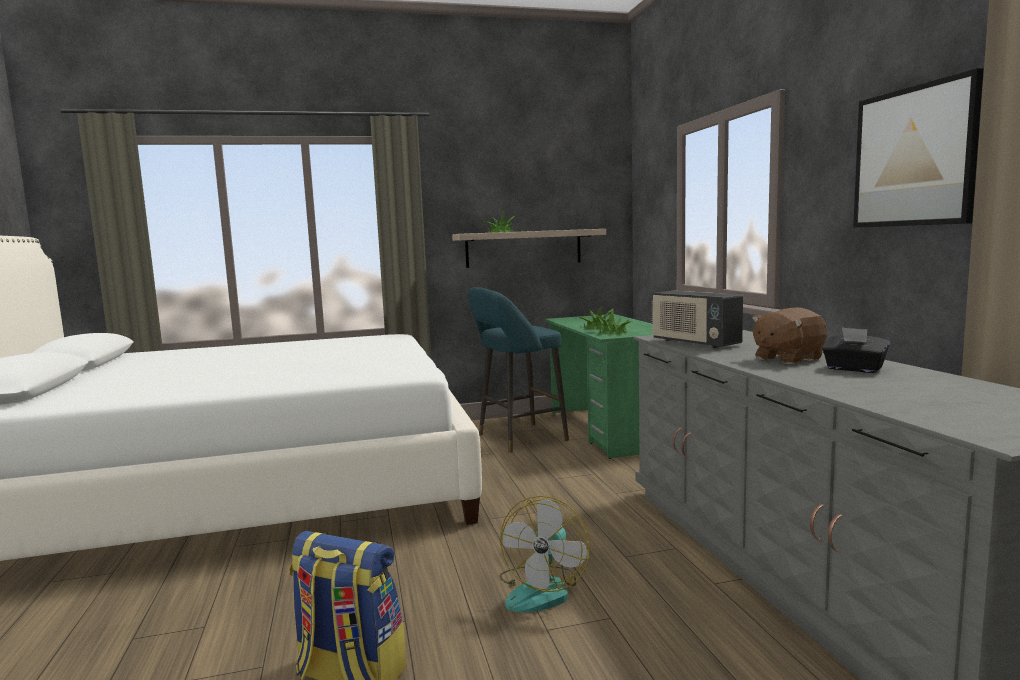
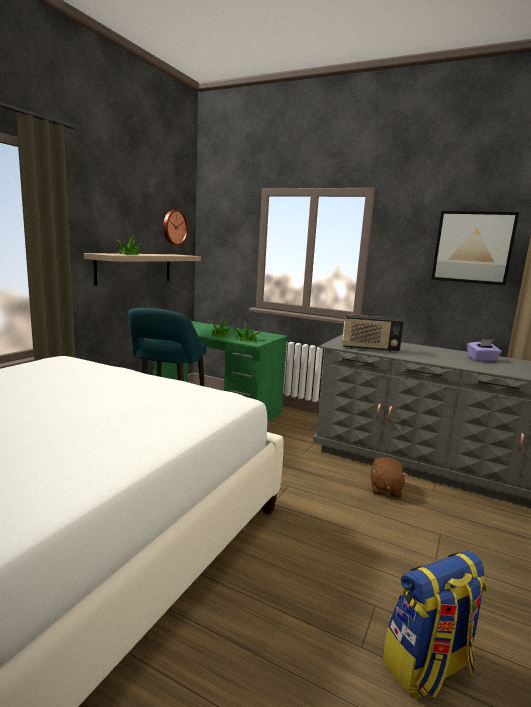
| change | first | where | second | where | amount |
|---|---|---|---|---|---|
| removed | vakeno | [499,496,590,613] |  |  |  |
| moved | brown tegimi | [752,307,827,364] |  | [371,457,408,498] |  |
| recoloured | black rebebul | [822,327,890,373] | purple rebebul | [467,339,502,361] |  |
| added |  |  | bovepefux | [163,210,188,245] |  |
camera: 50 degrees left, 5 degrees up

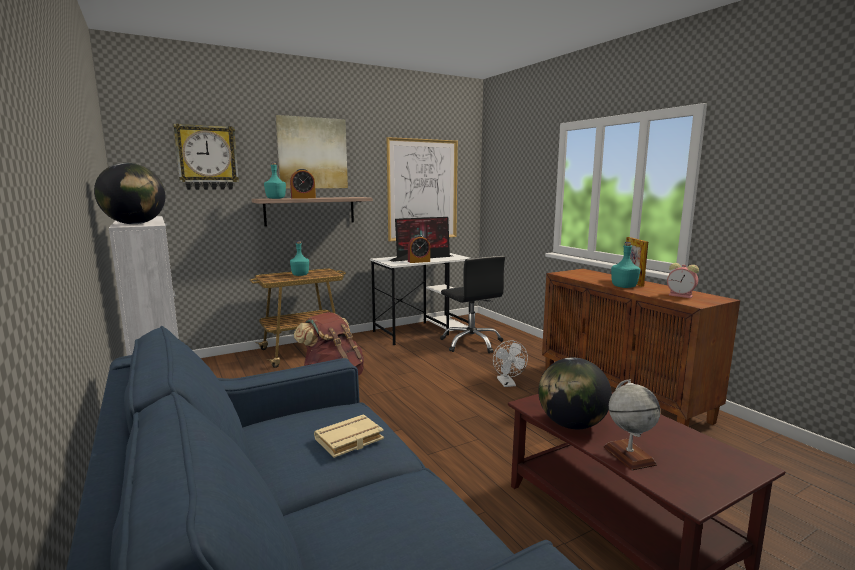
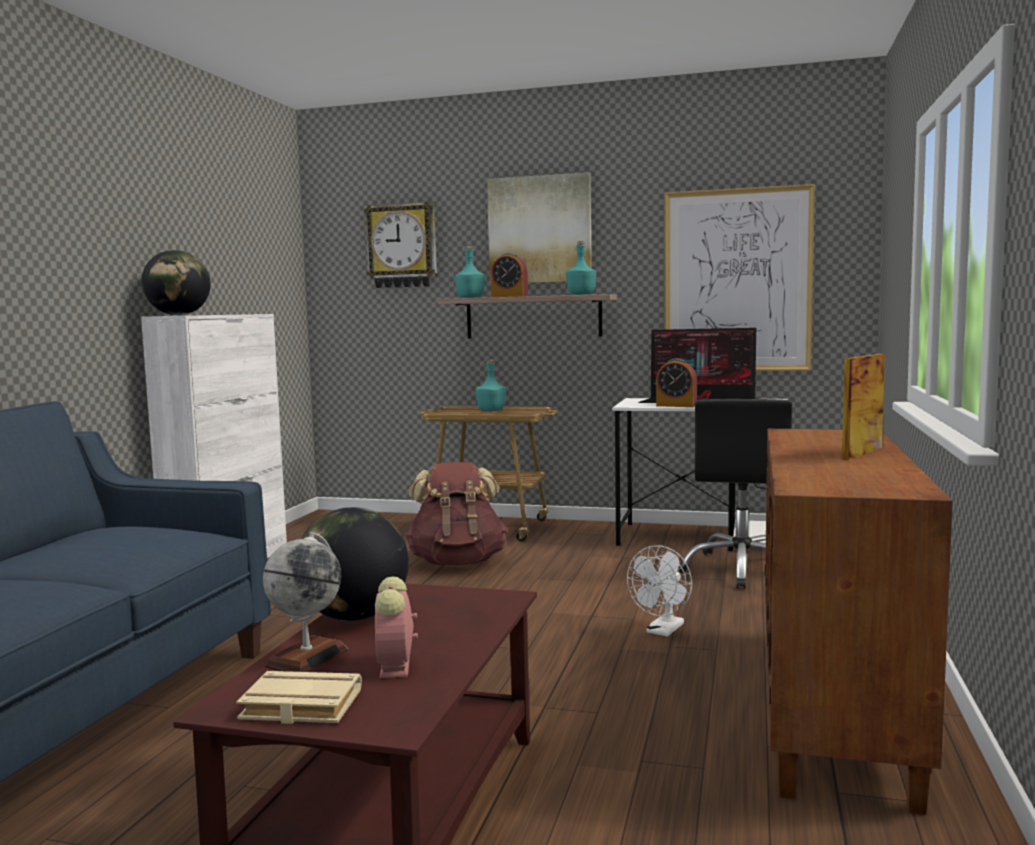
| change | first | where | second | where | amount |
|---|---|---|---|---|---|
| moved | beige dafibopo | [314,414,384,458] |  | [236,671,362,724] |  |
| moved | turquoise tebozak | [611,242,641,288] |  | [566,241,596,295] |  |
| moved | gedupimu | [667,263,699,298] |  | [375,577,418,679] |  |
camera: 45 degrees right, 5 degrees down

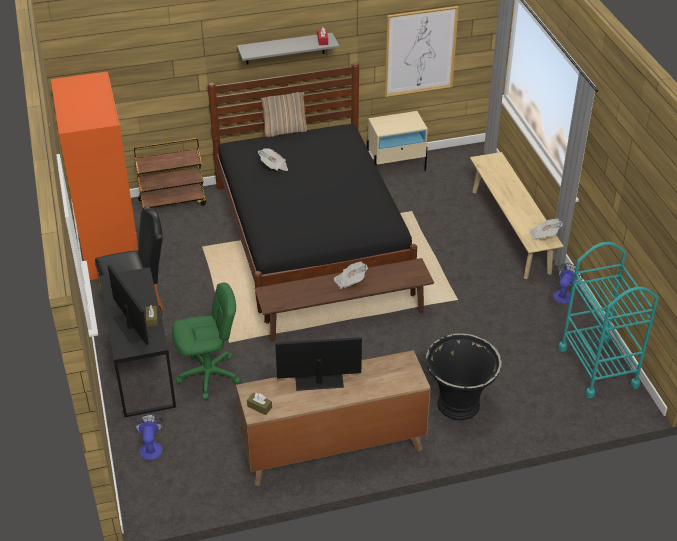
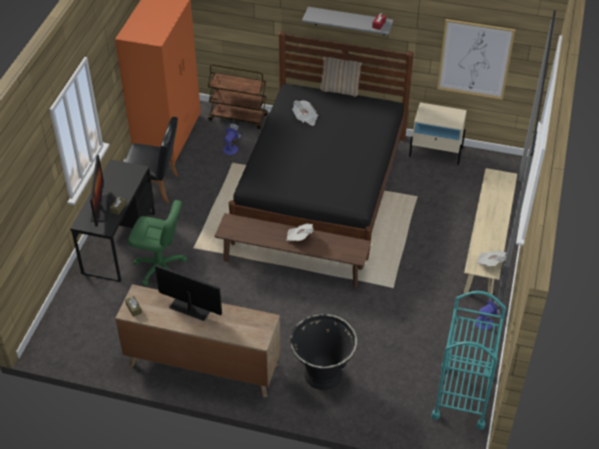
| change | first | where | second | where | amount |
|---|---|---|---|---|---|
| moved | vakeno | [133,414,164,460] |  | [223,123,243,155] |  |
camera: 30 degrees right, 5 degrees up

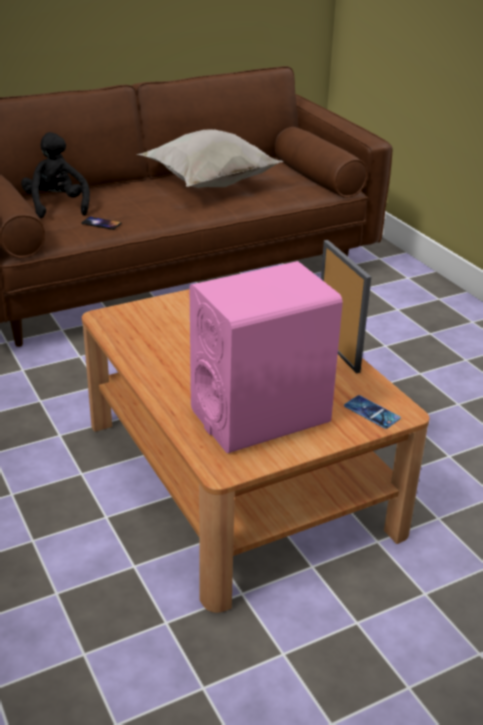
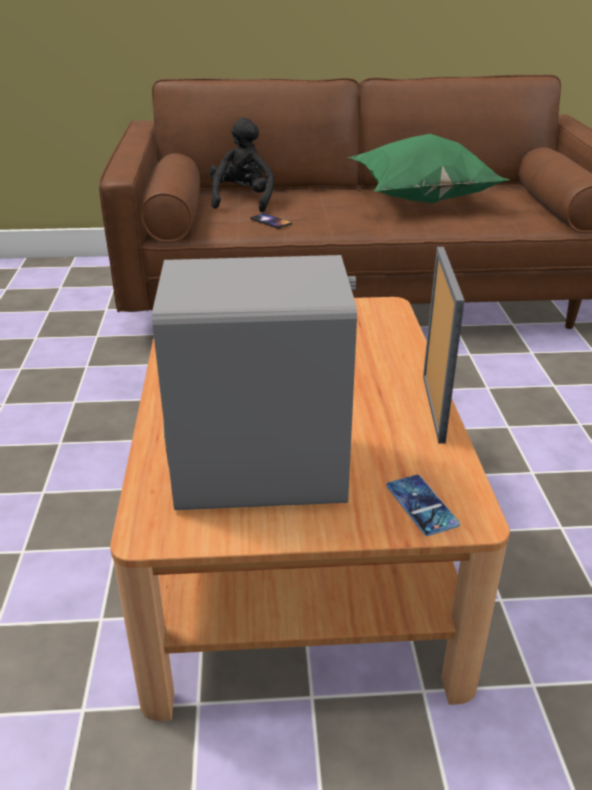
| change | first | where | second | where | amount |
|---|---|---|---|---|---|
| recoloured | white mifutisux | [137,129,284,188] | green mifutisux | [348,134,510,203] |  |
| recoloured | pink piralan | [190,261,343,453] | grey piralan | [152,255,357,510] |  |
camera: 25 degrees right, 0 degrees up

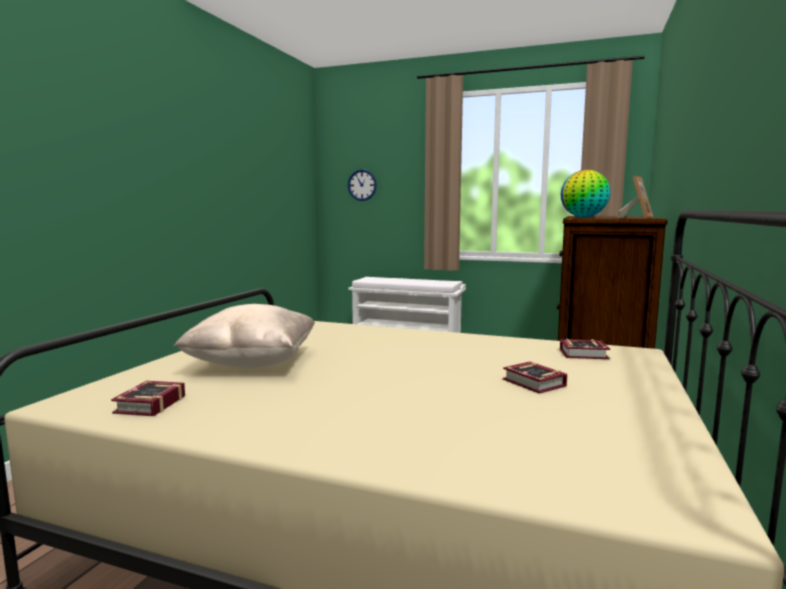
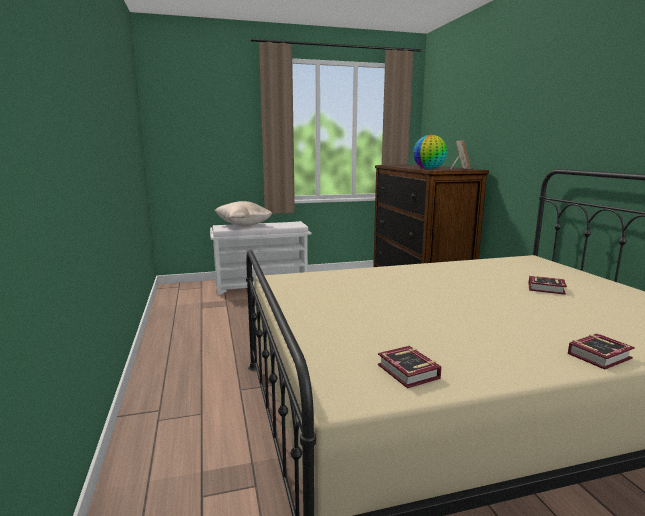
| change | first | where | second | where | amount |
|---|---|---|---|---|---|
| moved | beige mifutisux | [174,304,315,368] |  | [215,201,273,226] |  |
| removed | bovepefux | [348,169,377,201] |  |  |  |
| moved | dafibopo | [560,339,610,359] |  | [568,334,635,370] |  |
camera: 35 degrees left, 5 degrees up

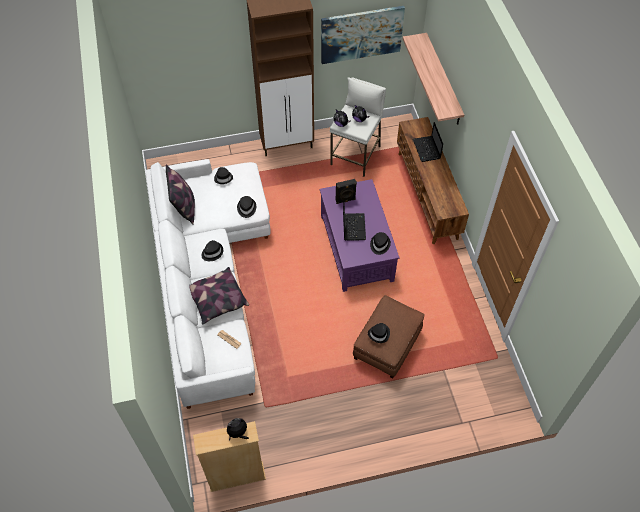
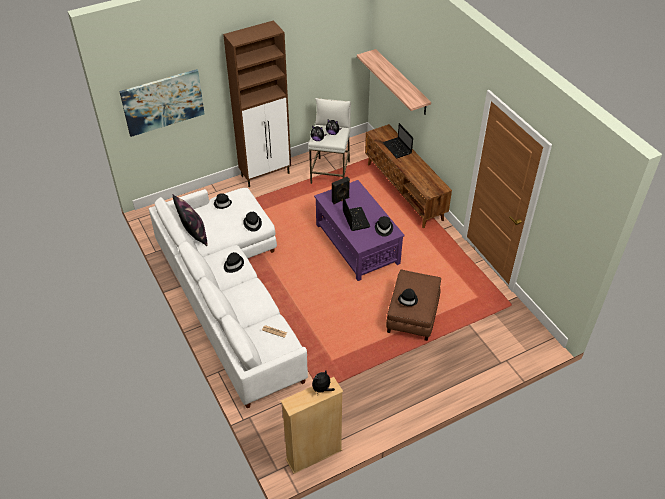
| change | first | where | second | where | amount |
|---|---|---|---|---|---|
| removed | mifutisux | [189,267,249,324] |  |  |  |
| moved | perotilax | [321,6,405,64] |  | [119,69,205,137] |  |
camera: 15 degrees left, 10 degrees down

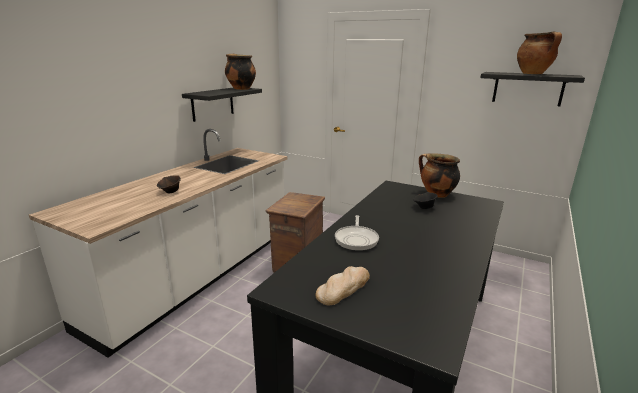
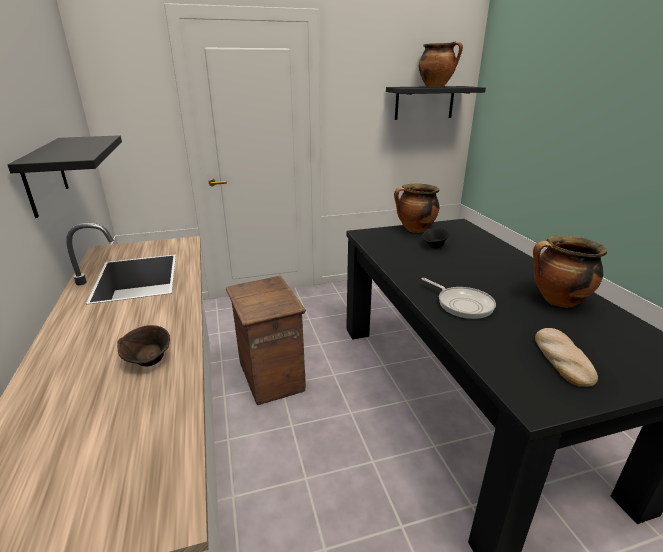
| change | first | where | second | where | amount |
|---|---|---|---|---|---|
| moved | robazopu | [225,54,256,90] |  | [533,235,607,307] |  |
camera: 45 degrees left, 5 degrees up

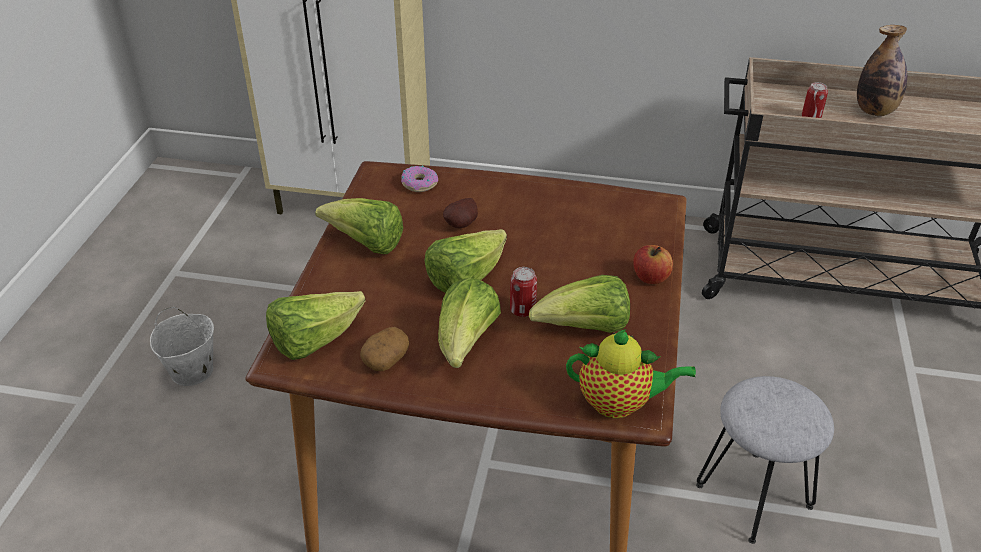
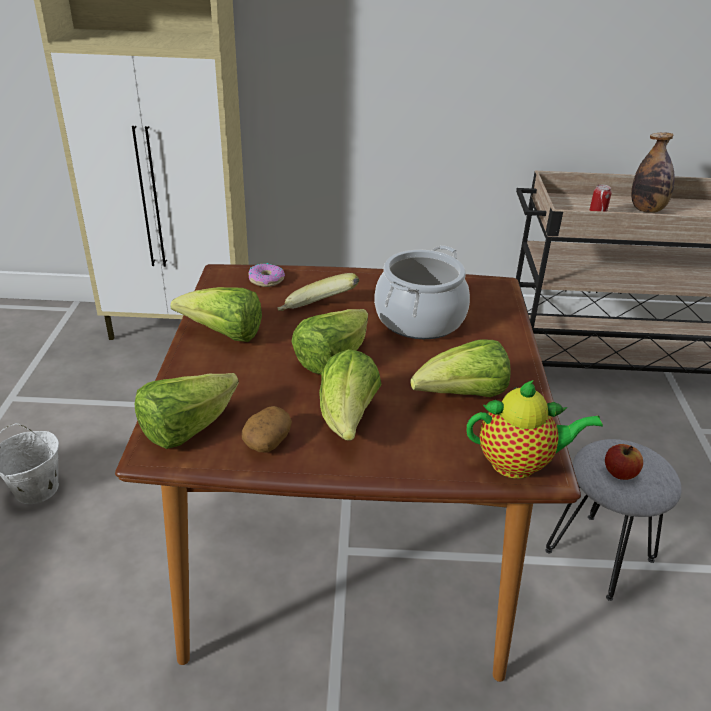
| change | first | where | second | where | amount |
|---|---|---|---|---|---|
| replaced | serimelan | [443,198,478,228] | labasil | [277,273,359,311] |  |
| removed | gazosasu | [510,267,537,317] |  |  |  |
| moved | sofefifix | [633,245,673,284] |  | [605,444,643,480] |  |
| added |  |  | robazopu | [374,245,470,339] |  |
camera: 10 degrees left, 5 degrees down

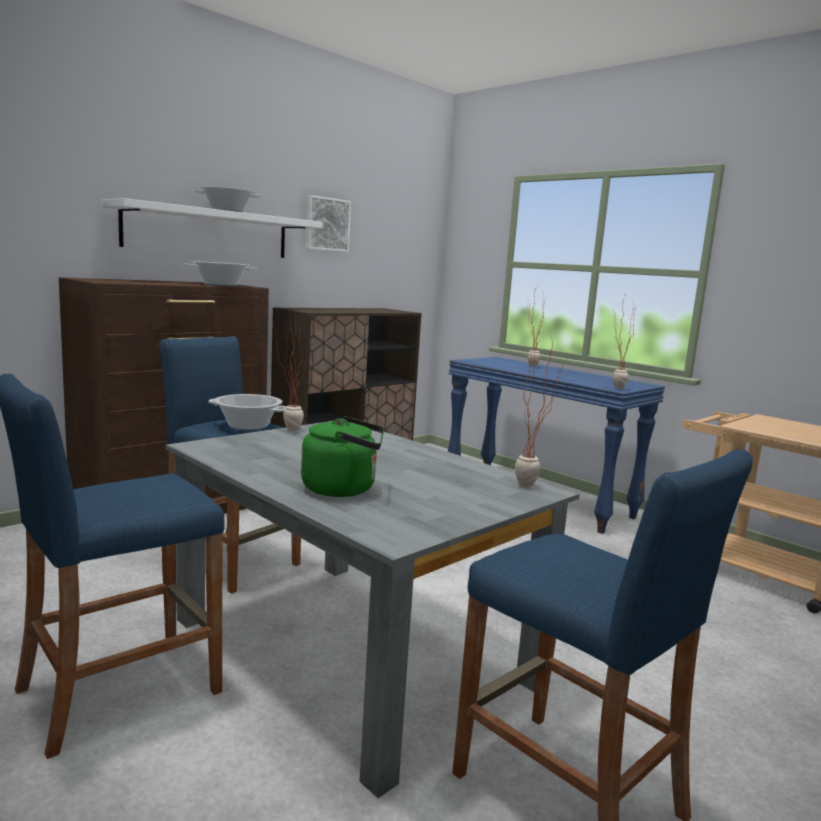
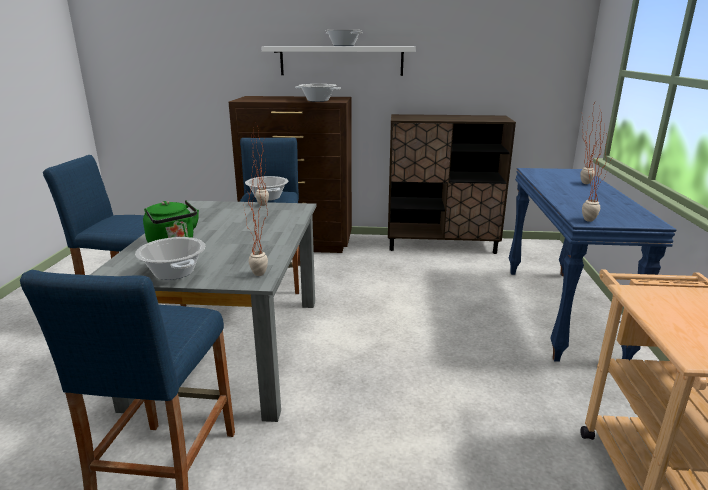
| change | first | where | second | where | amount |
|---|---|---|---|---|---|
| removed | perotilax | [305,195,351,252] |  |  |  |
| added |  |  | robazopu | [135,237,205,280] |  |
camera: 50 degrees right, 10 degrees up

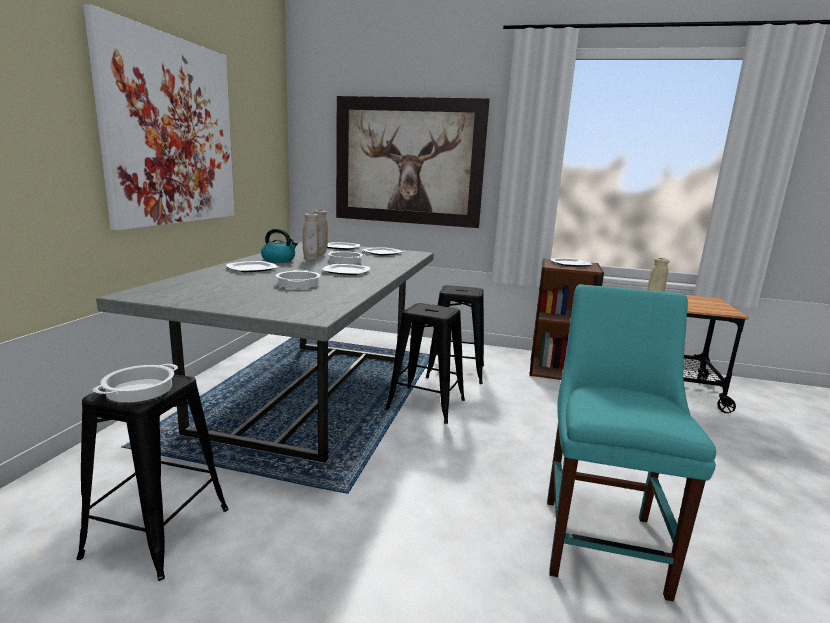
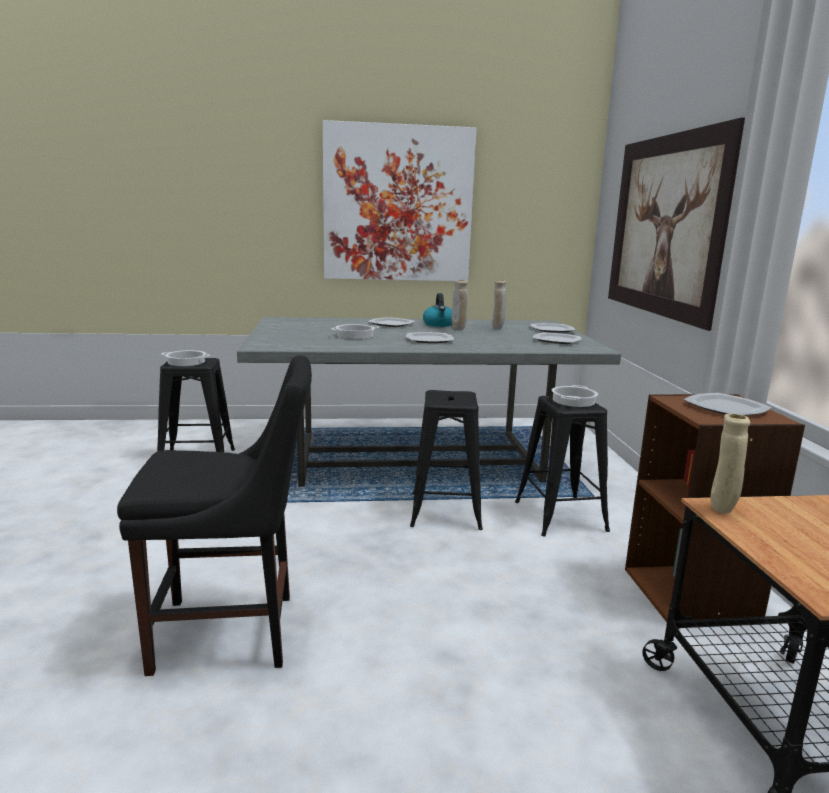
| change | first | where | second | where | amount |
|---|---|---|---|---|---|
| moved | robazopu | [328,251,363,264] |  | [552,385,598,407] |  |
| recoloured | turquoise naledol | [547,284,716,602] | black naledol | [117,355,312,676] |  |
camera: 70 degrees right, 0 degrees up

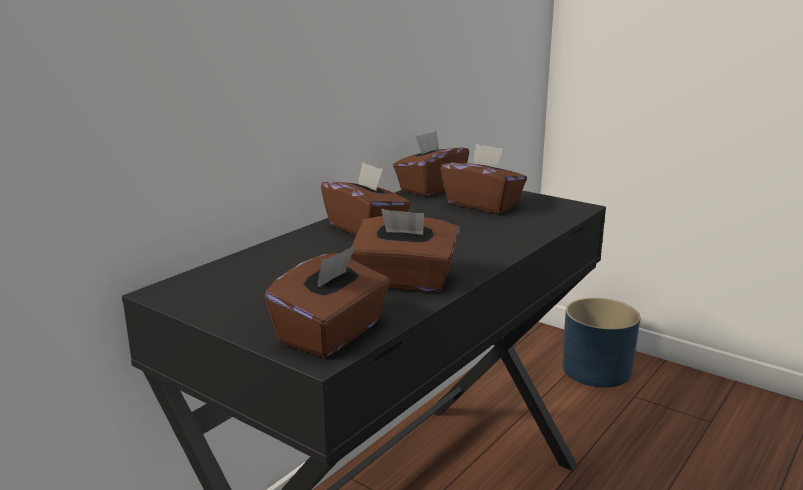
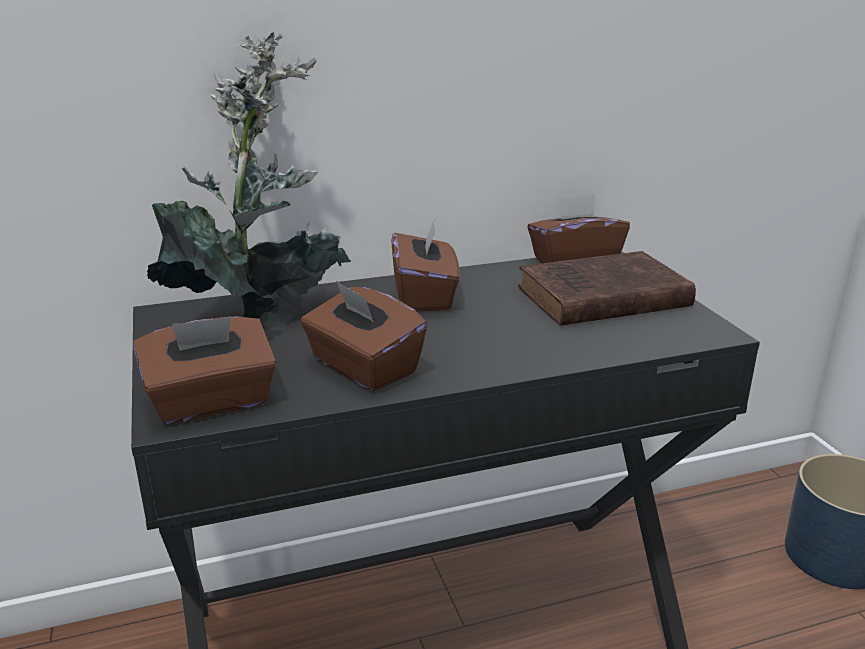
| change | first | where | second | where | amount |
|---|---|---|---|---|---|
| replaced | brown rebebul | [440,144,527,214] | brown dafibopo | [518,251,696,326] |  |
| added |  |  | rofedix | [147,32,351,329] |  |
camera: 35 degrees right, 5 degrees up

